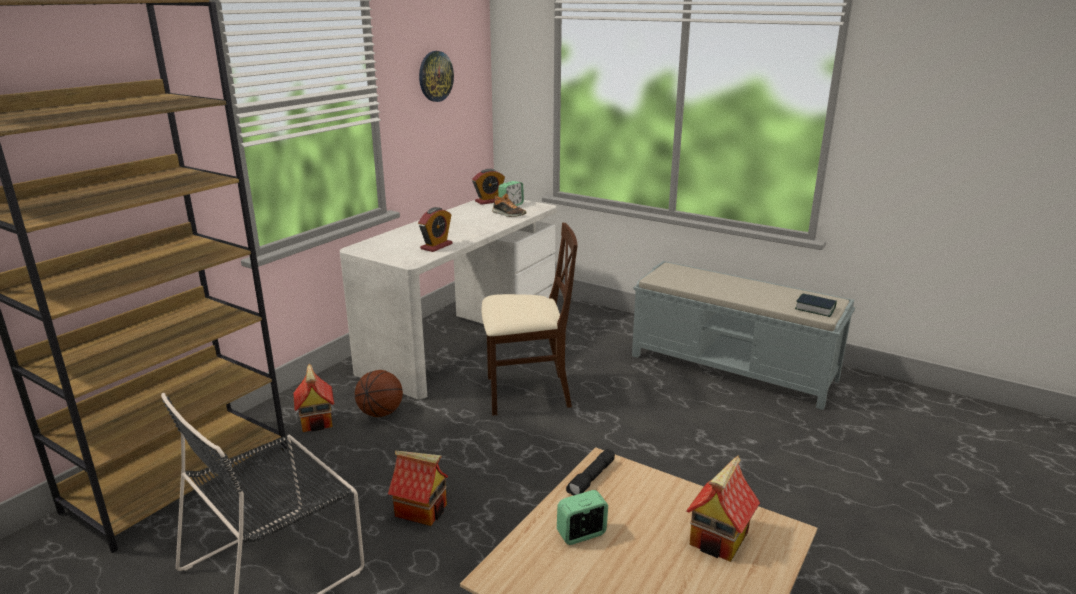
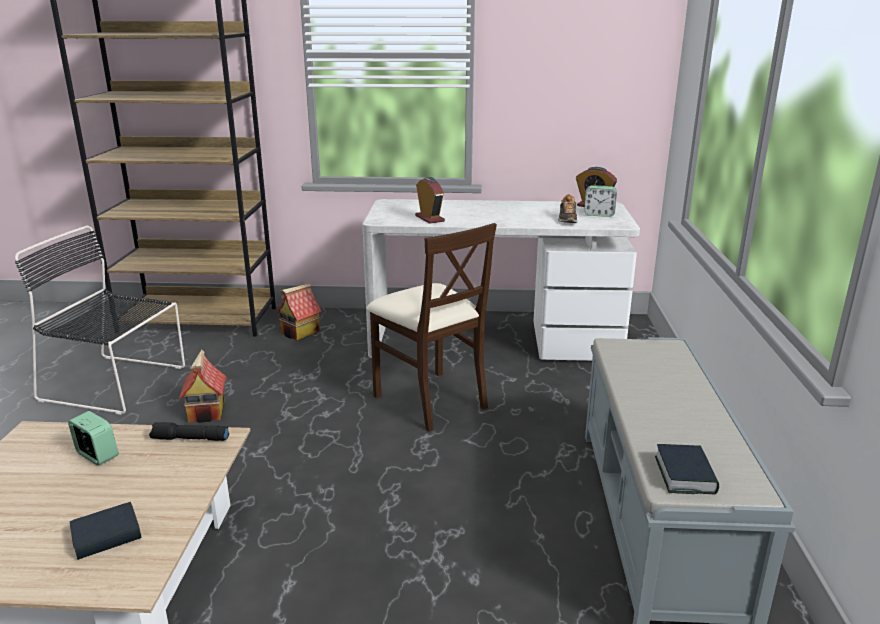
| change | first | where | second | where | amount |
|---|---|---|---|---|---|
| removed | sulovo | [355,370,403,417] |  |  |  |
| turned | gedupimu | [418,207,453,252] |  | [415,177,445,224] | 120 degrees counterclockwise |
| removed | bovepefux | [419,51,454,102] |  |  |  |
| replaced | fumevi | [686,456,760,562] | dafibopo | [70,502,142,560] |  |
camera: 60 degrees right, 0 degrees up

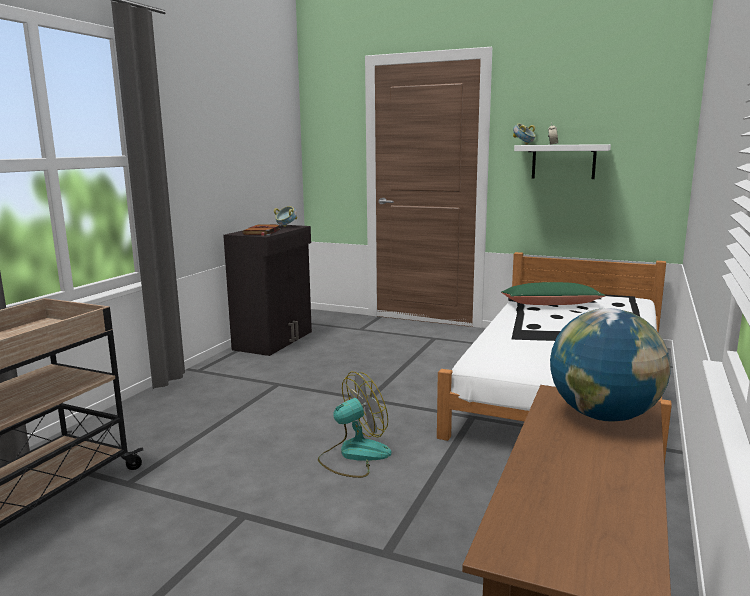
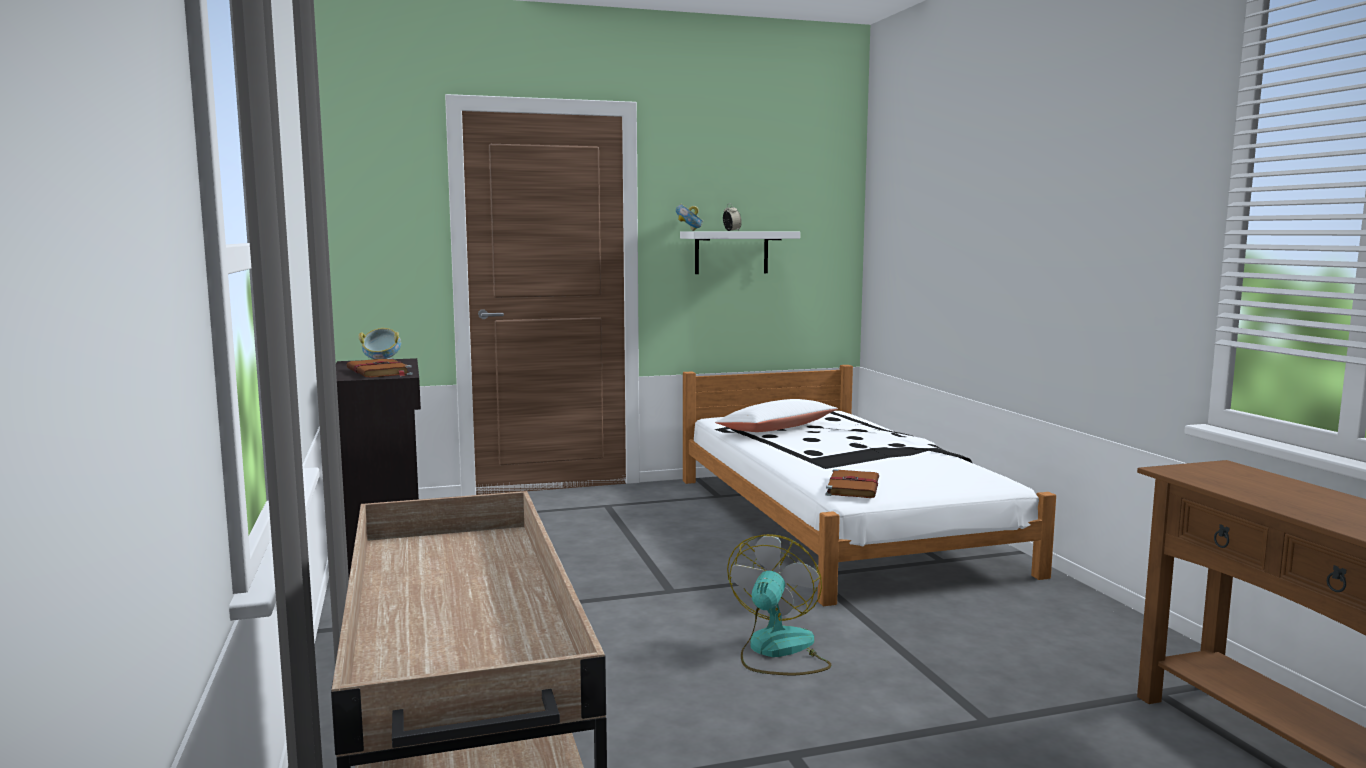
| change | first | where | second | where | amount |
|---|---|---|---|---|---|
| recoloured | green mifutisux | [501,282,606,305] | white mifutisux | [715,399,838,432] |  |
| removed | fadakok | [550,308,670,421] |  |  |  |
| added |  |  | brown dafibopo | [825,469,879,498] |  |
camera: 40 degrees left, 5 degrees down

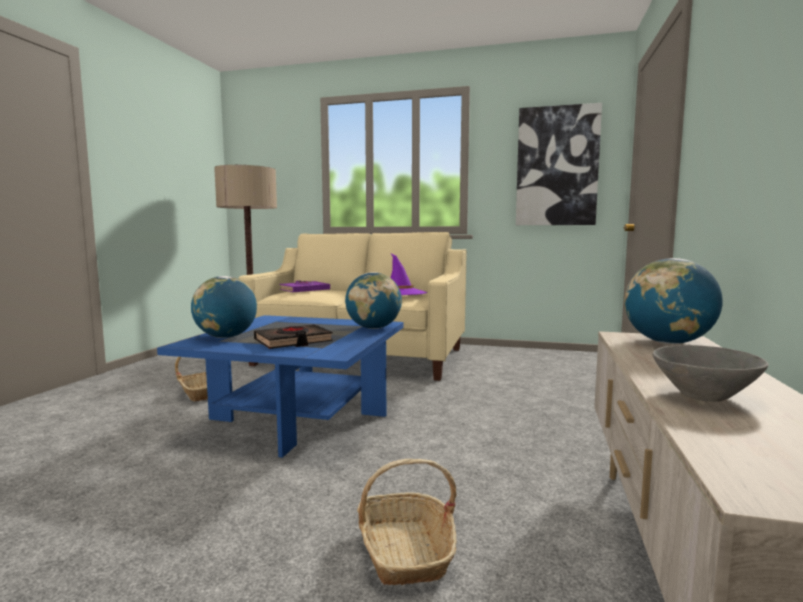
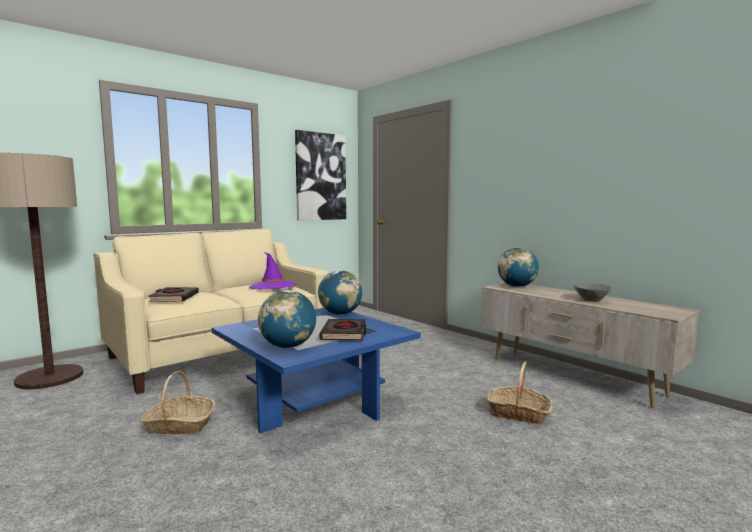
| change | first | where | second | where | amount |
|---|---|---|---|---|---|
| recoloured | purple dafibopo | [280,281,330,292] | black dafibopo | [149,287,199,302] |  |
camera: 55 degrees left, 0 degrees up

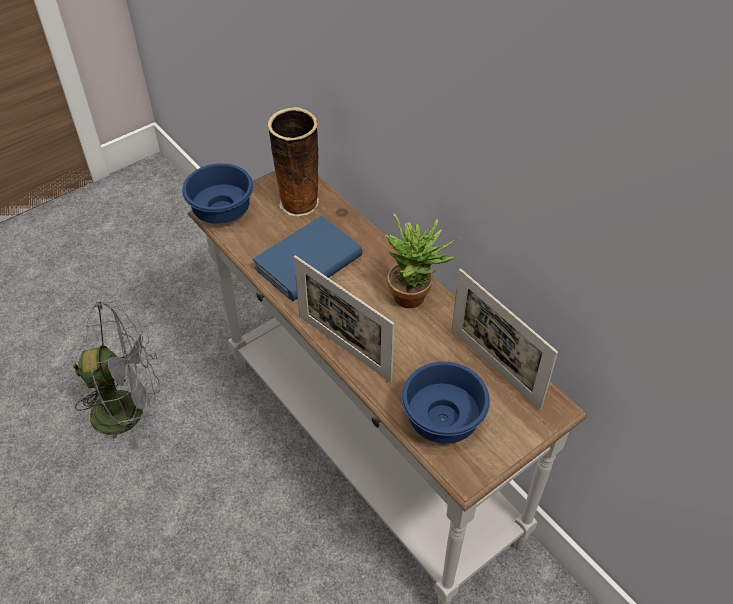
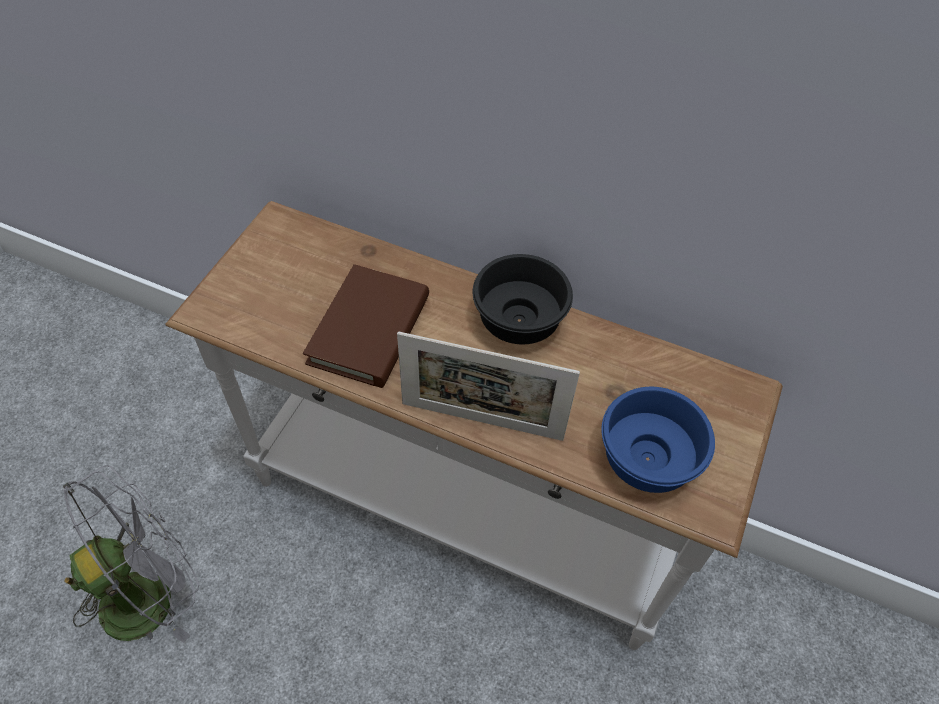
| change | first | where | second | where | amount |
|---|---|---|---|---|---|
| removed | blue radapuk | [182,163,253,224] |  |  |  |
| recoloured | blue dafibopo | [253,216,362,301] | brown dafibopo | [303,264,429,388] |  |
| removed | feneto | [268,107,319,216] |  |  |  |
| replaced | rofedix | [385,214,460,308] | black radapuk | [473,254,573,344] |  |
| removed | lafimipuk | [452,269,558,410] |  |  |  |
camera: 30 degrees left, 5 degrees up

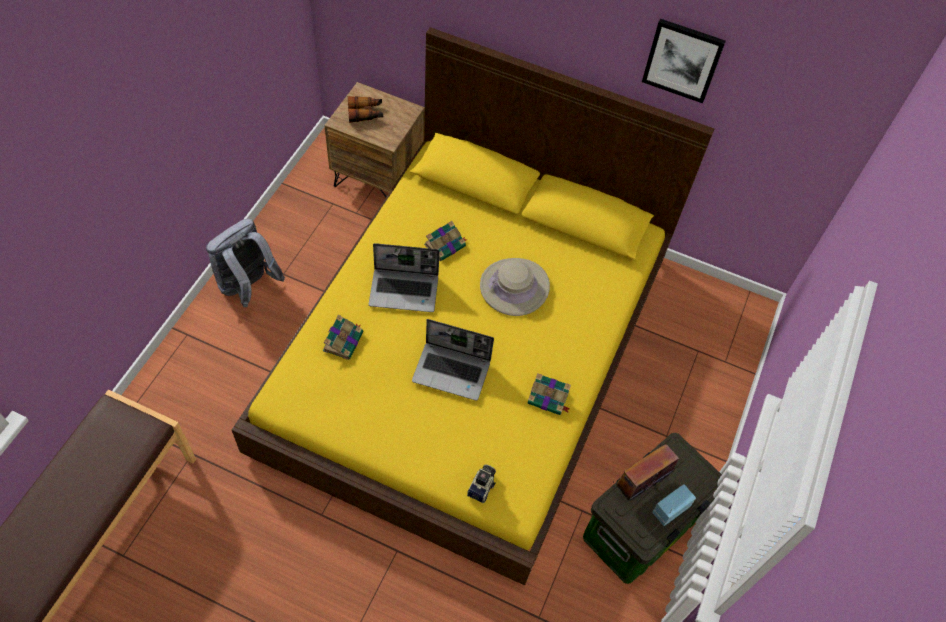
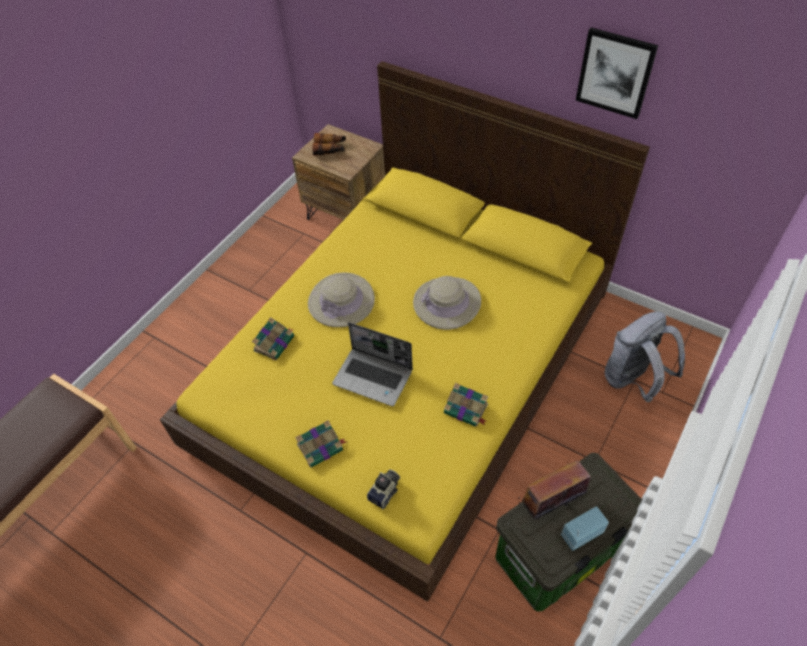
| change | first | where | second | where | amount |
|---|---|---|---|---|---|
| moved | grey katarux | [206,219,285,307] |  | [605,312,685,402] |  |
| replaced | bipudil | [369,243,440,312] | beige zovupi | [308,272,375,327] |  |
| moved | dafibopo | [424,221,468,261] |  | [295,420,347,467] |  |
camera: 15 degrees right, 5 degrees down

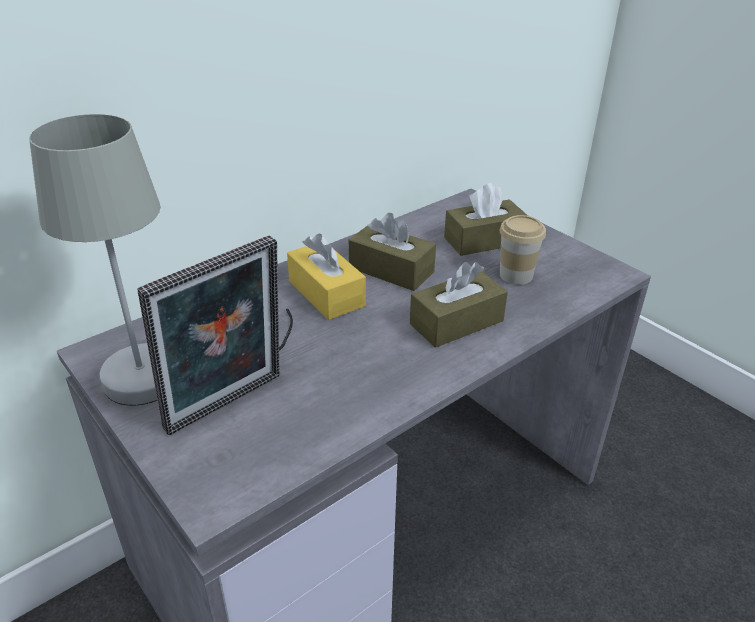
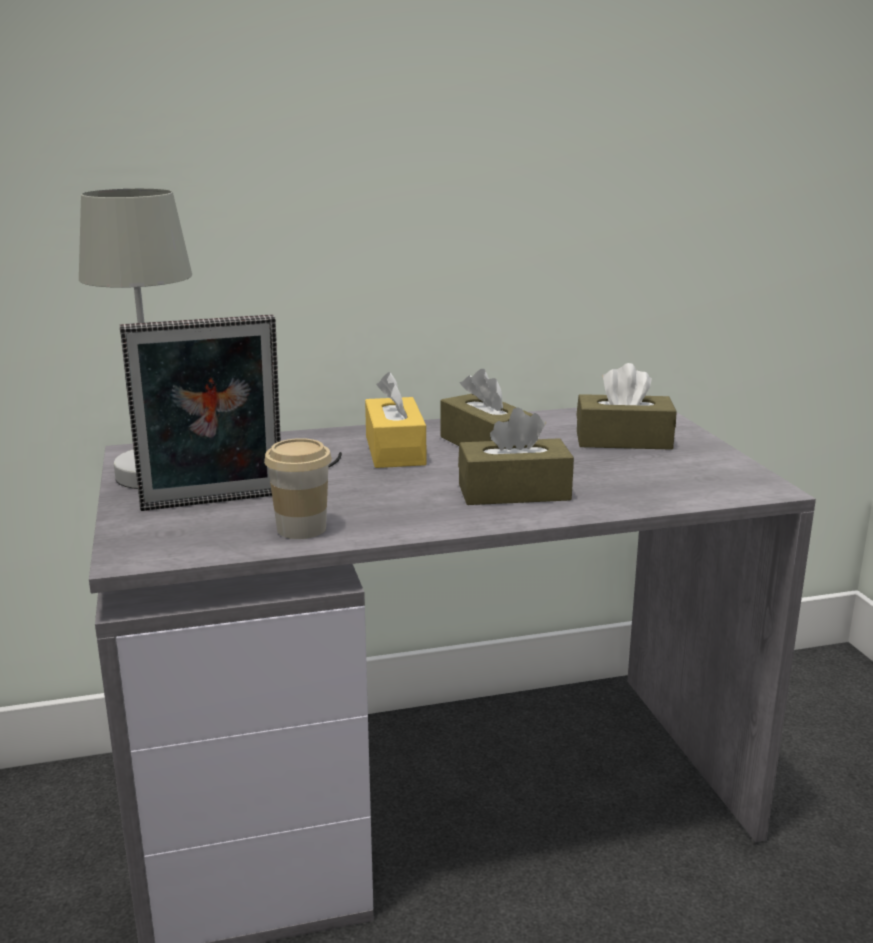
| change | first | where | second | where | amount |
|---|---|---|---|---|---|
| moved | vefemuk | [499,215,546,285] |  | [264,438,332,539] |  |
camera: 25 degrees right, 15 degrees down

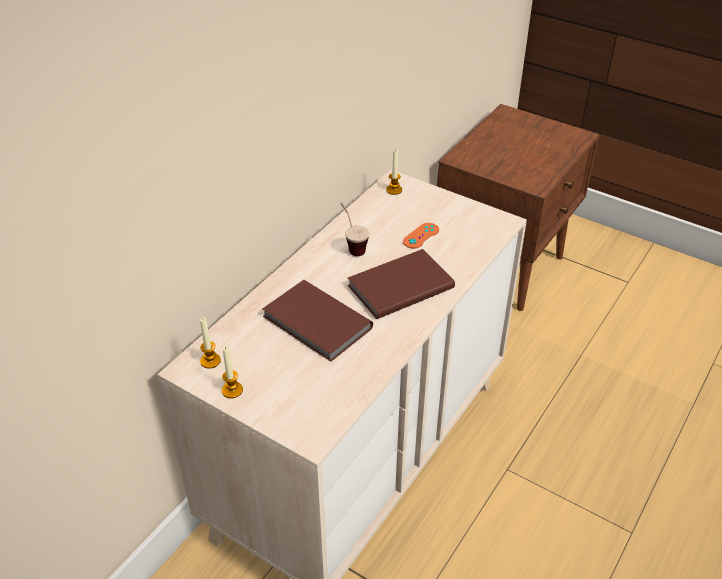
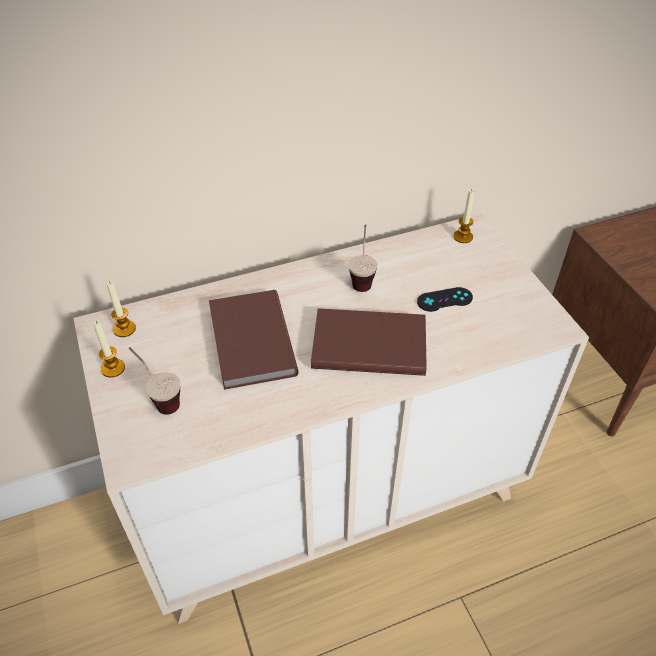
| change | first | where | second | where | amount |
|---|---|---|---|---|---|
| recoloured | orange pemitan | [403,223,439,249] | black pemitan | [417,287,473,312] |  |
| added |  |  | vefemuk | [129,347,180,415] |  |
camera: 35 degrees right, 5 degrees up

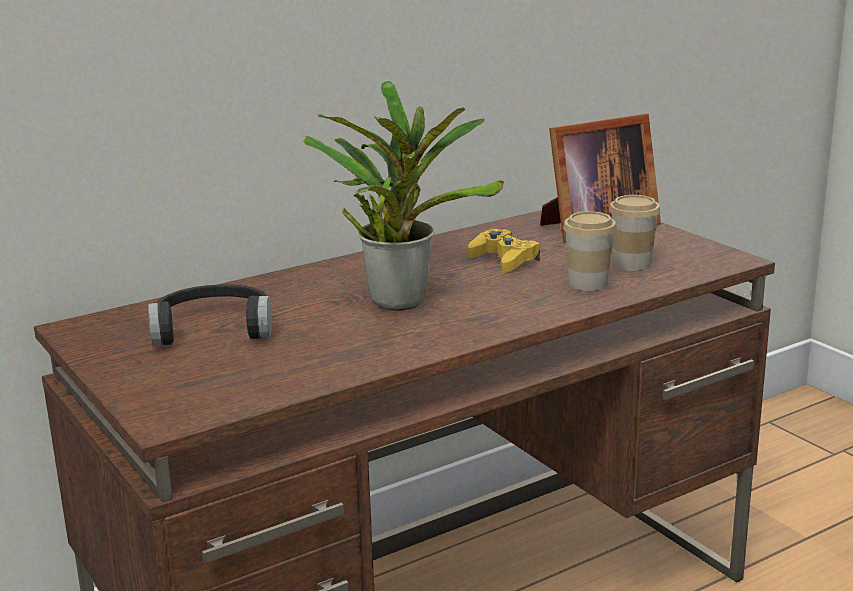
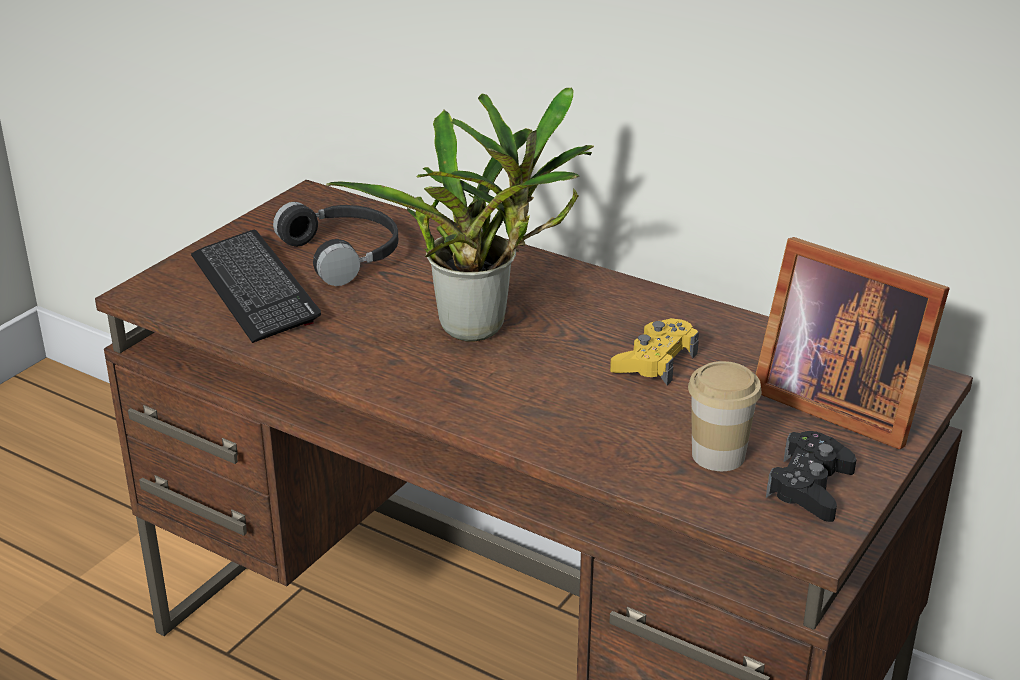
| change | first | where | second | where | amount |
|---|---|---|---|---|---|
| removed | vefemuk | [563,211,617,291] |  |  |  |
| added |  |  | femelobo | [191,229,321,343] |  |
| added |  |  | black pemitan | [766,431,856,522] |  |
camera: 65 degrees right, 10 degrees up

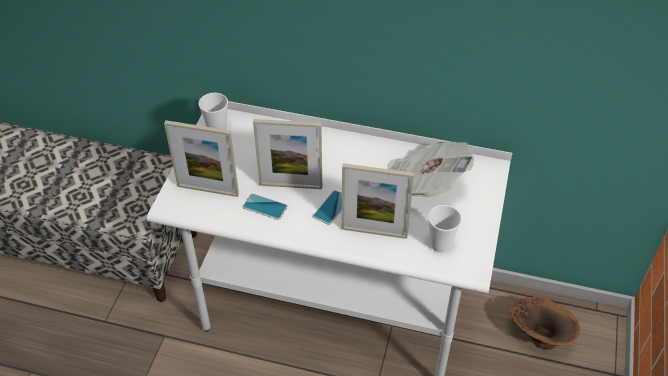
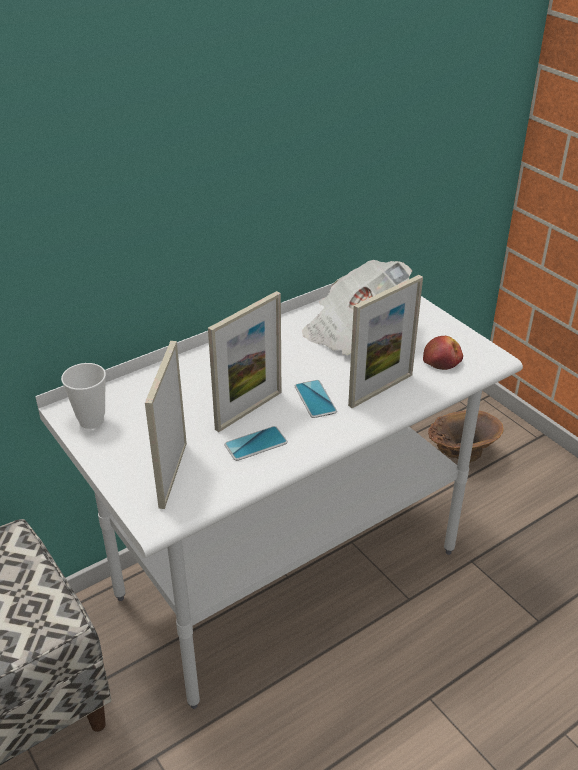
| change | first | where | second | where | amount |
|---|---|---|---|---|---|
| turned | lafimipuk | [164,120,239,197] |  | [145,341,187,509] | 135 degrees clockwise |
| replaced | vefemuk | [428,205,462,253] | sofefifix | [423,336,463,370] |  |
camera: 50 degrees left, 10 degrees down

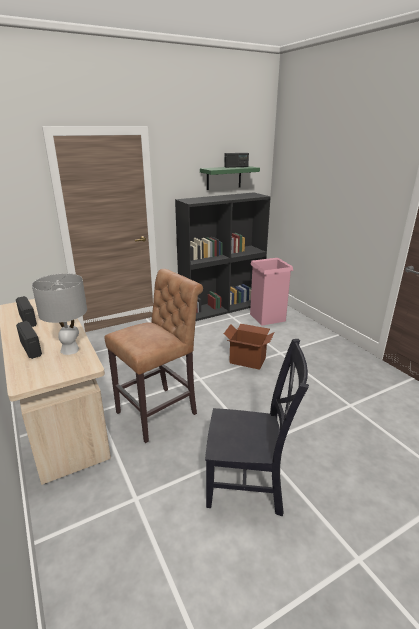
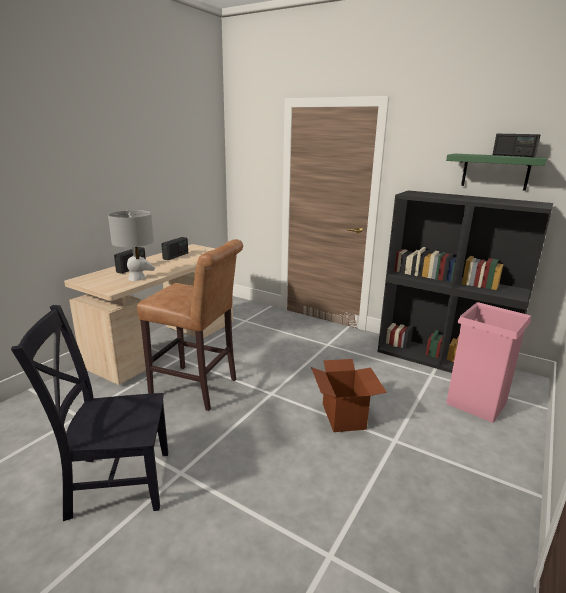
| change | first | where | second | where | amount |
|---|---|---|---|---|---|
| turned | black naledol | [205,339,309,516] |  | [11,305,168,521] | 105 degrees clockwise |
camera: 60 degrees right, 5 degrees down

